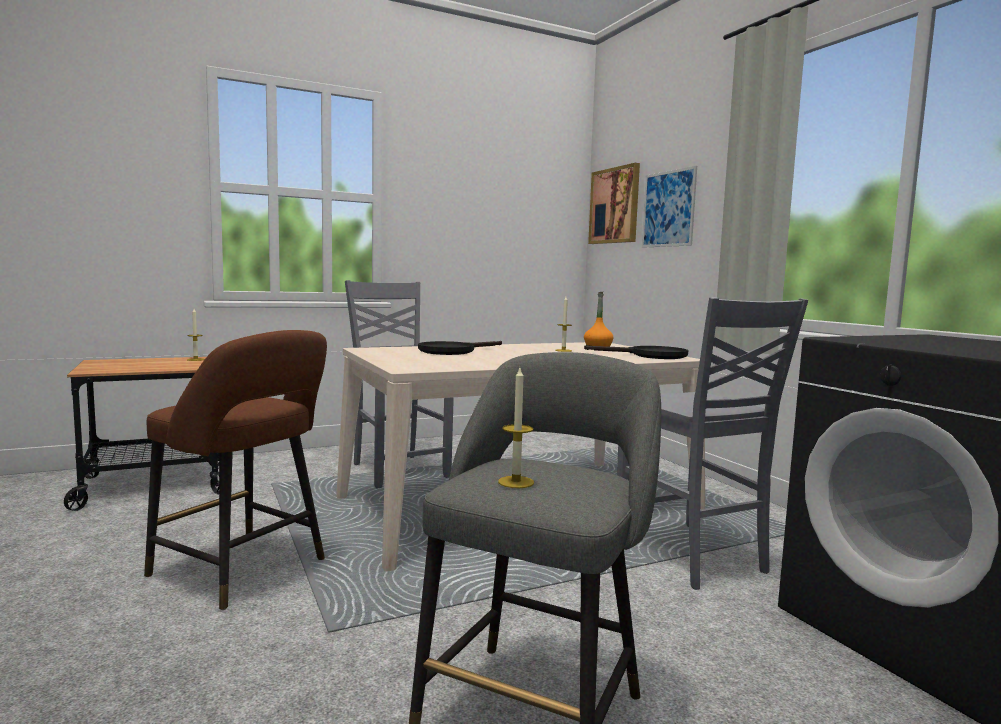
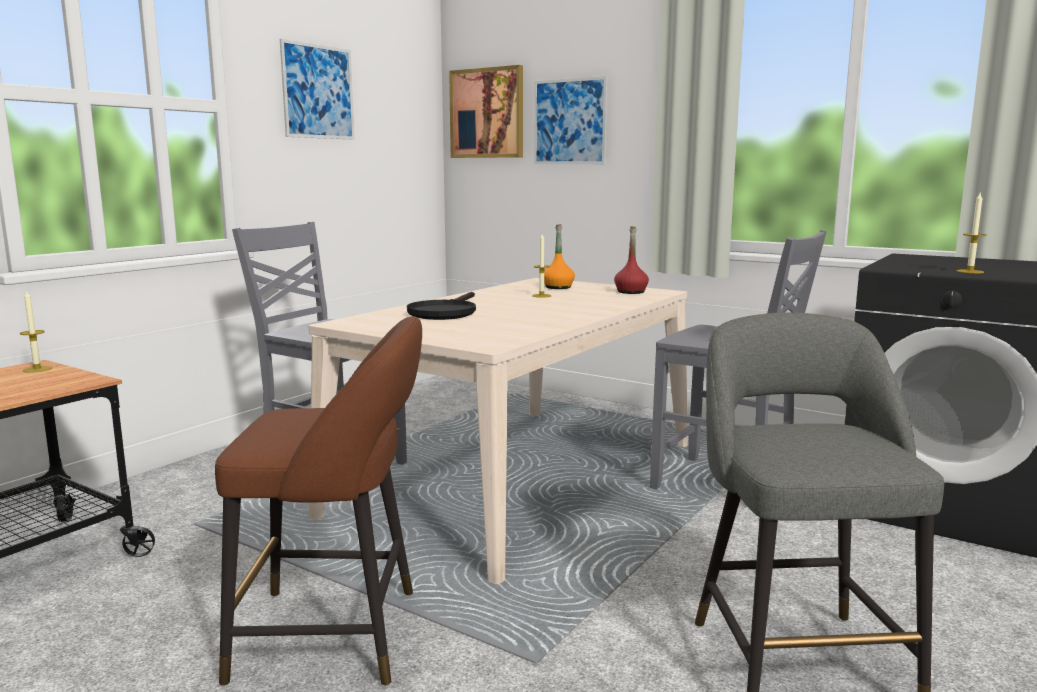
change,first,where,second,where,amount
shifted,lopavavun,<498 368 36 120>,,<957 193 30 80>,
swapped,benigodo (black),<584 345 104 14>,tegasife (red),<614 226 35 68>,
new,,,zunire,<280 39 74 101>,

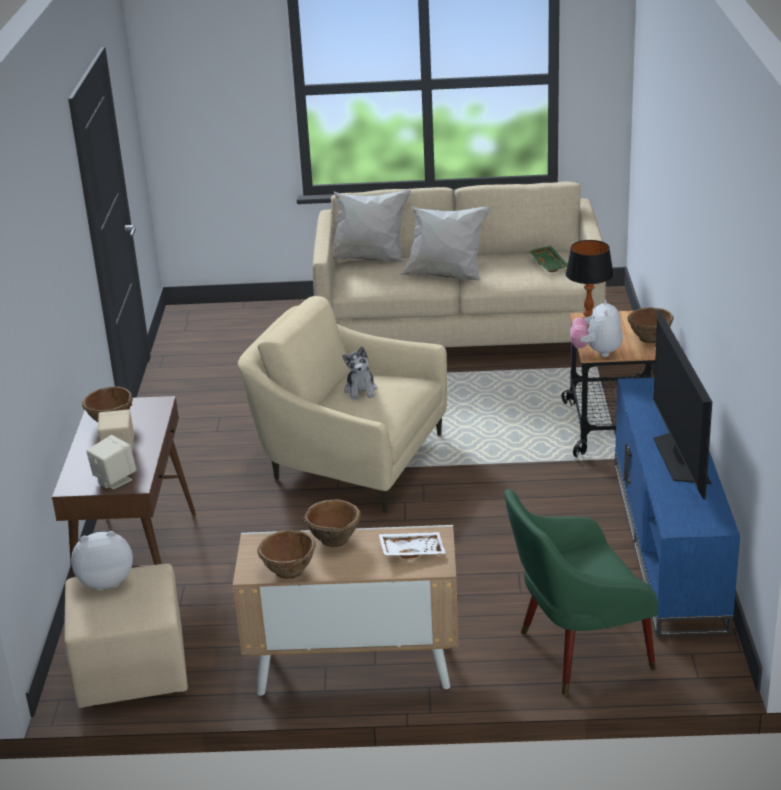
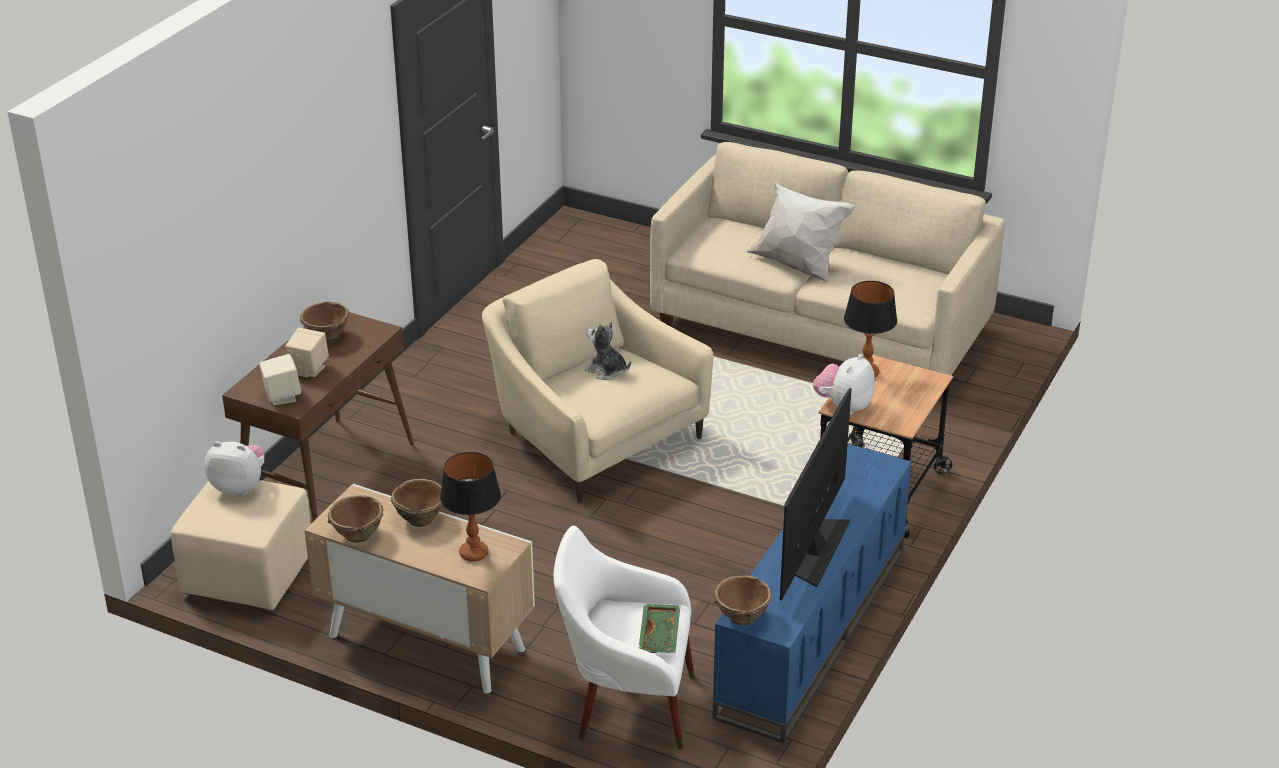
change,first,where,second,where,amount
gone,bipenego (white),<333 190 78 72>,,,
rotated,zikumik,<342 346 35 54>,,<584 321 47 59>,105 degrees clockwise
swapped,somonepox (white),<379 532 67 27>,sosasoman,<440 452 61 110>,
repainted,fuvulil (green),<504 489 154 207>,fuvulil (white),<553 526 142 223>,
shifted,somonepox (green),<529 246 39 26>,,<639 604 42 49>,
shifted,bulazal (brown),<628 307 46 36>,,<714 575 58 51>,

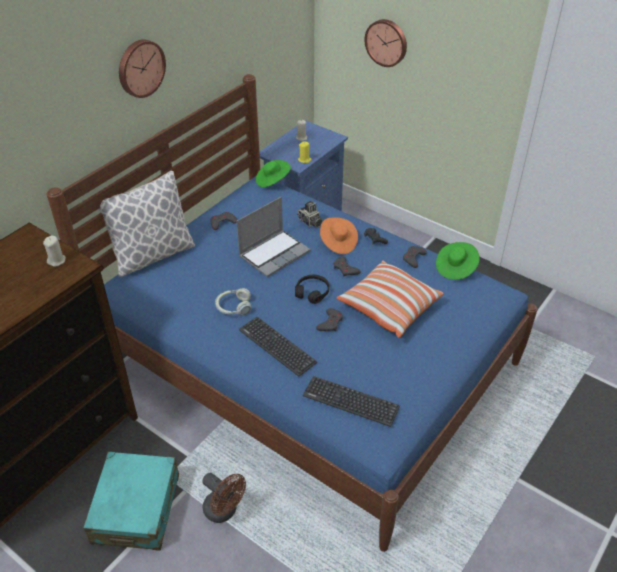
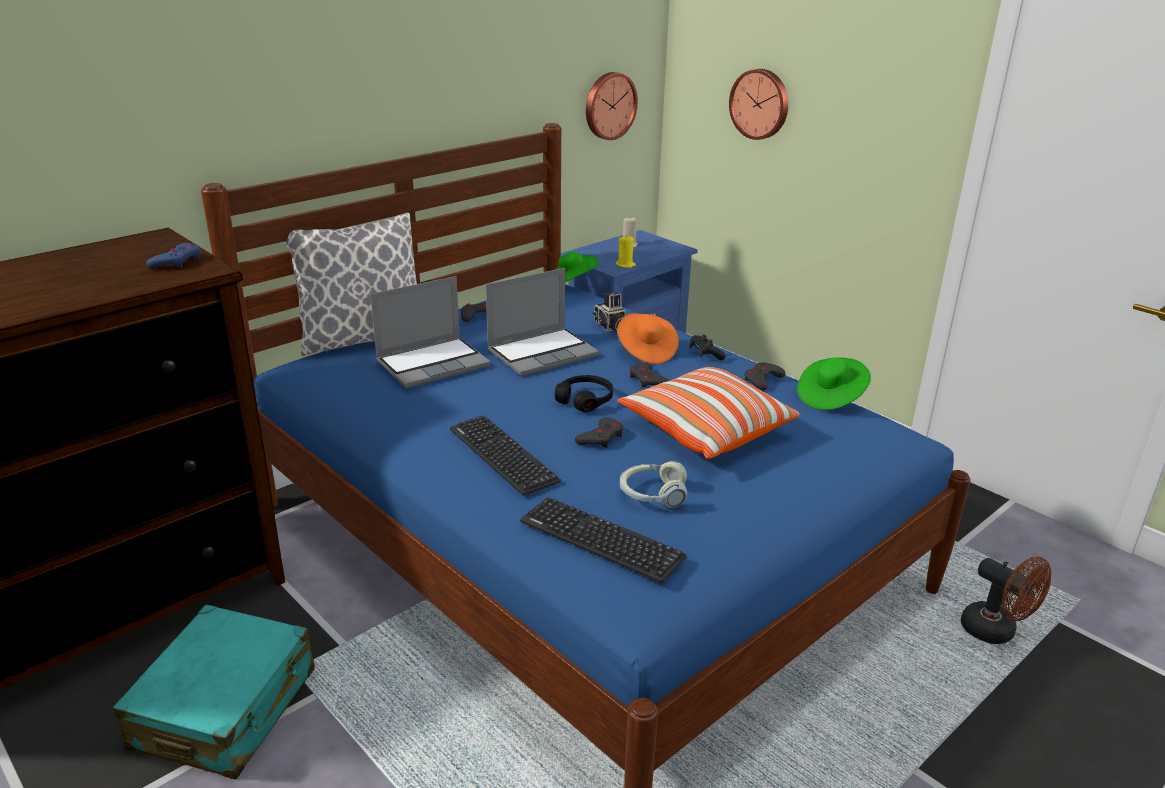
change,first,where,second,where,amount
swapped,lopavavun (beige),<43 235 23 32>,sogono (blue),<146 243 54 25>,
shifted,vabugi,<119 39 47 59>,,<586 72 52 68>,
shifted,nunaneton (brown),<202 472 44 51>,,<961 557 90 87>,
shifted,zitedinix,<215 288 36 27>,,<620 461 67 47>,
new,,,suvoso,<370 276 121 112>,

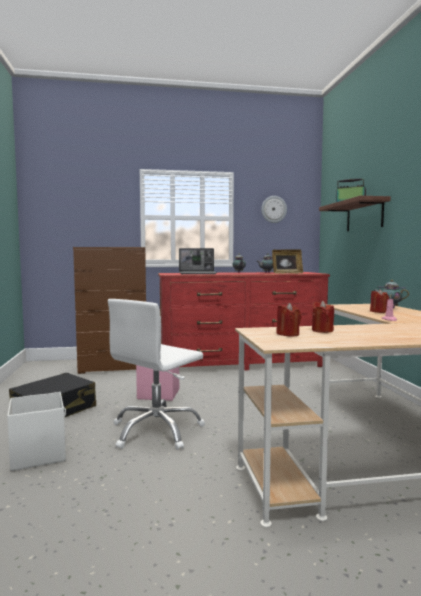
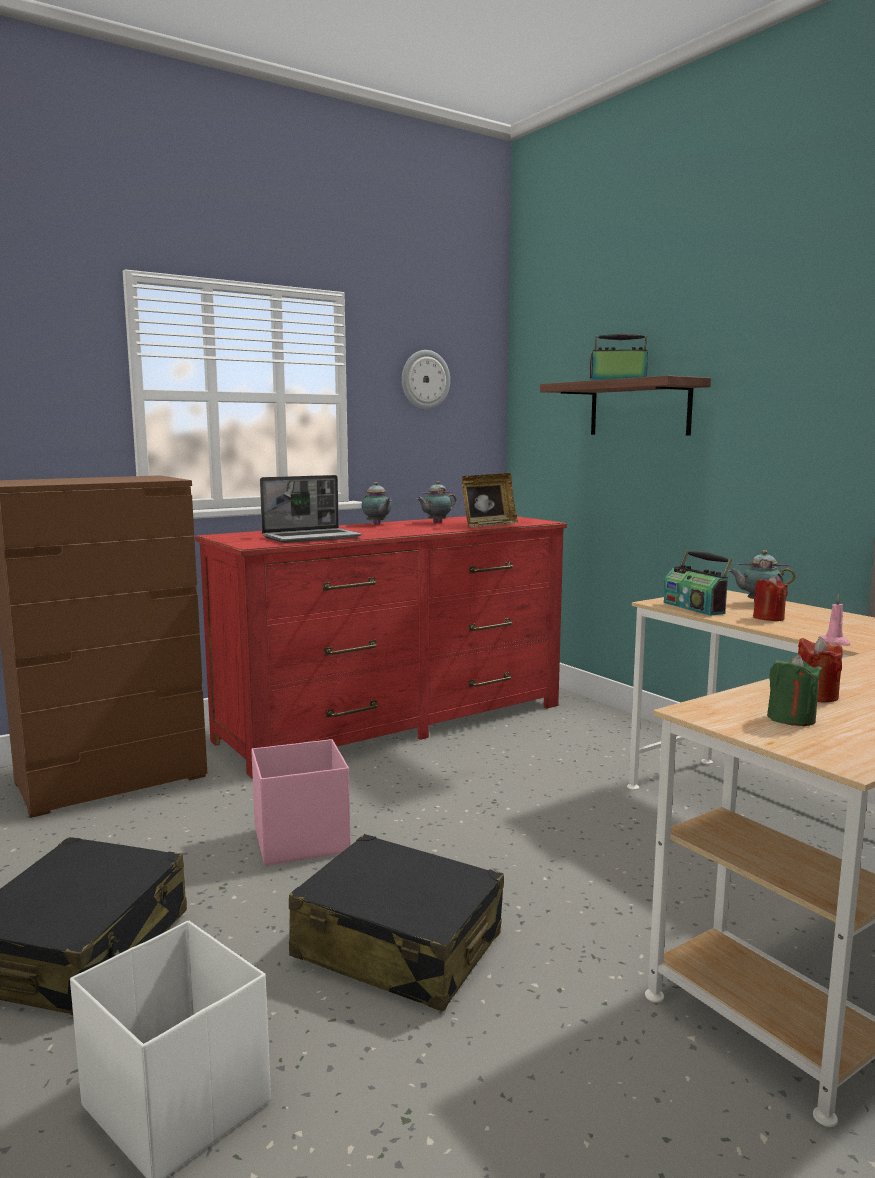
change,first,where,second,where,amount
swapped,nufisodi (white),<108 299 97 151>,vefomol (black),<289 834 215 178>,
repainted,lopavavun (red),<276 303 25 34>,lopavavun (green),<767 655 55 71>,
new,,,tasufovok,<664 551 68 65>,

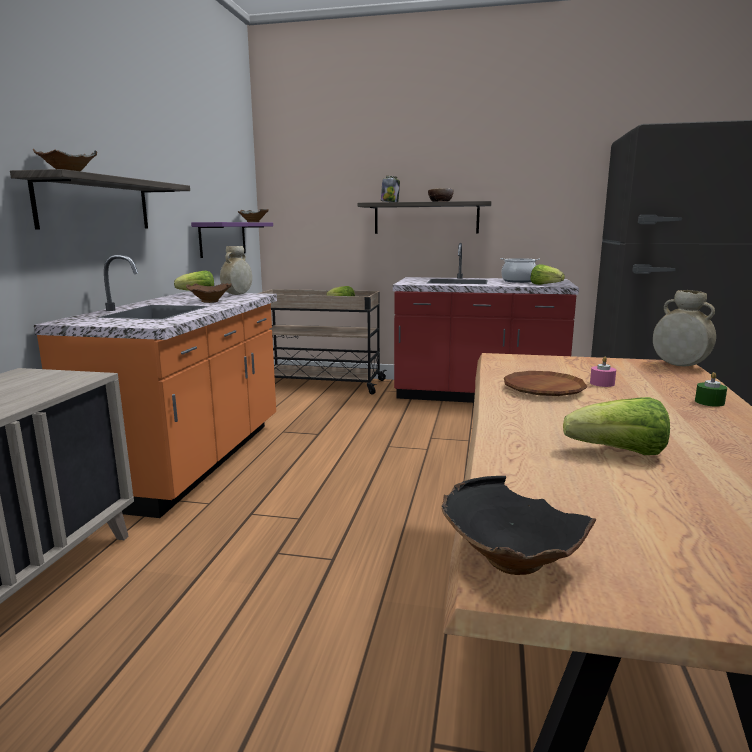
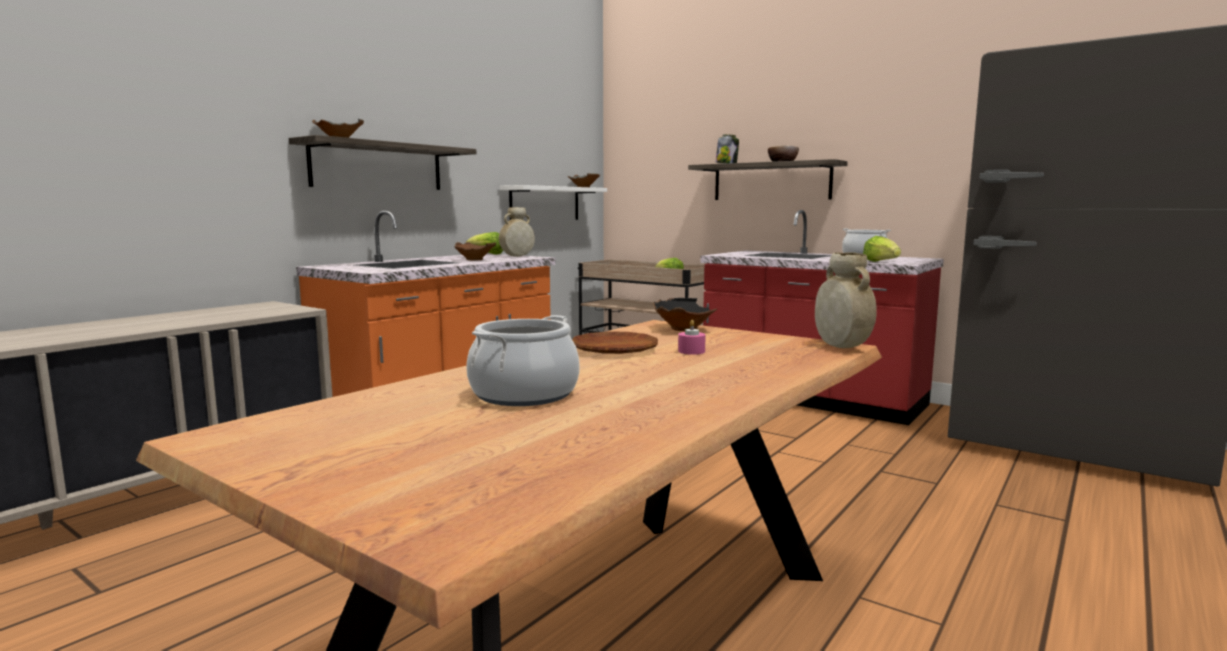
change,first,where,second,where,amount
repainted,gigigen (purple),<191 222 82 36>,gigigen (white),<500 185 107 35>,
shifted,bulazal (black),<441 476 155 99>,,<654 298 63 33>,
swapped,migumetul,<563 397 107 58>,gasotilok,<466 315 114 91>,
gone,lopavavun (green),<695 372 32 35>,,,

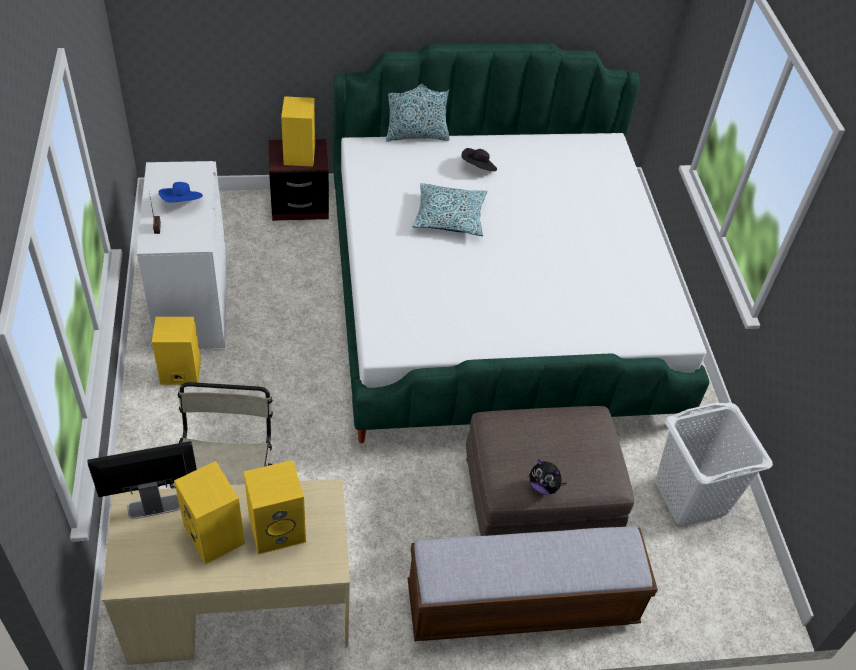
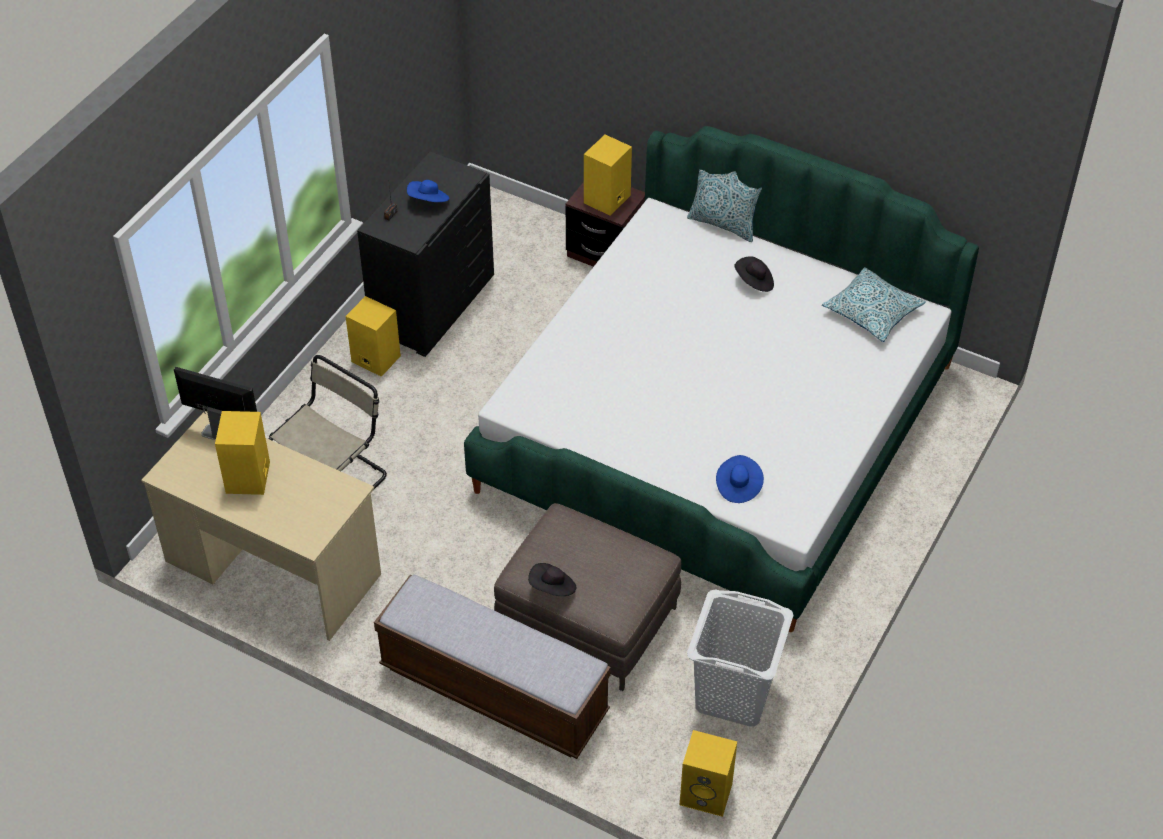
change,first,where,second,where,amount
repainted,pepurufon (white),<137 161 90 190>,pepurufon (black),<357 151 137 206>,
shifted,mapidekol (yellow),<243 460 63 95>,,<680 730 57 87>,
shifted,bipenego,<412 183 76 53>,,<822 267 104 75>,
swapped,zikumik,<529 459 37 36>,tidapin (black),<528 563 48 33>,
new,,,tidapin (blue),<716 455 48 48>,

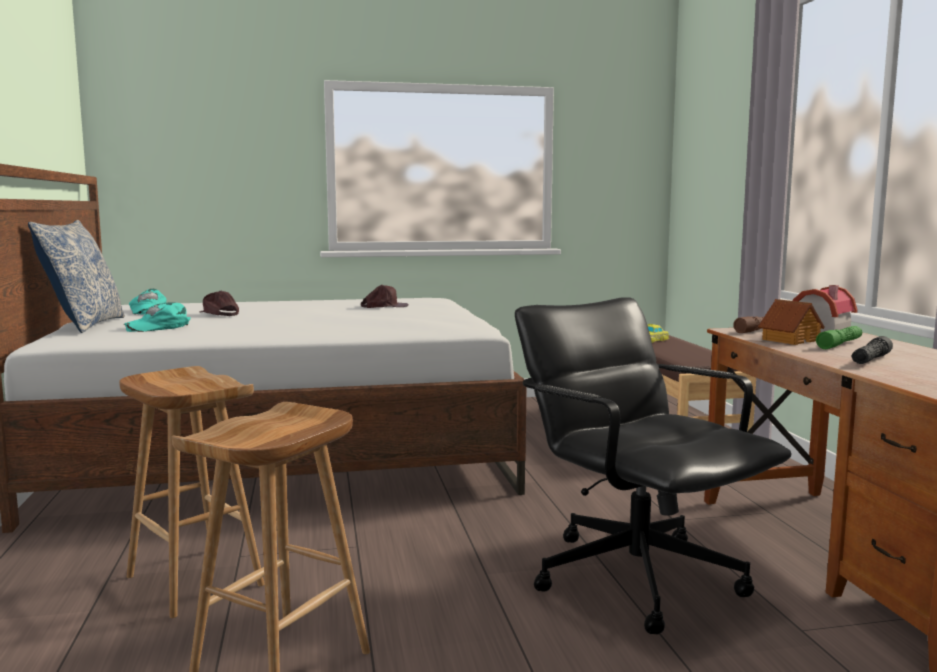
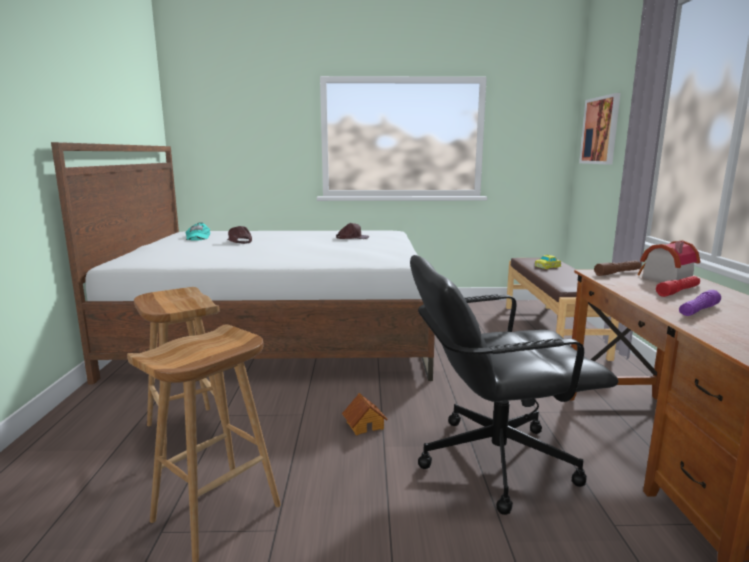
change,first,where,second,where,amount
gone,bipenego,<28 220 97 113>,,,
gone,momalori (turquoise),<124 302 67 30>,,,
rotated,nufisodi (black),<515 297 277 337>,,<410 255 208 260>,75 degrees counterclockwise
shifted,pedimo,<758 299 67 46>,,<342 393 46 42>,
repainted,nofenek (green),<816 326 46 23>,nofenek (red),<656 276 44 21>,
repainted,nofenek (black),<852 336 41 28>,nofenek (purple),<679 290 42 26>,
new,,,zunire,<579 93 42 72>,

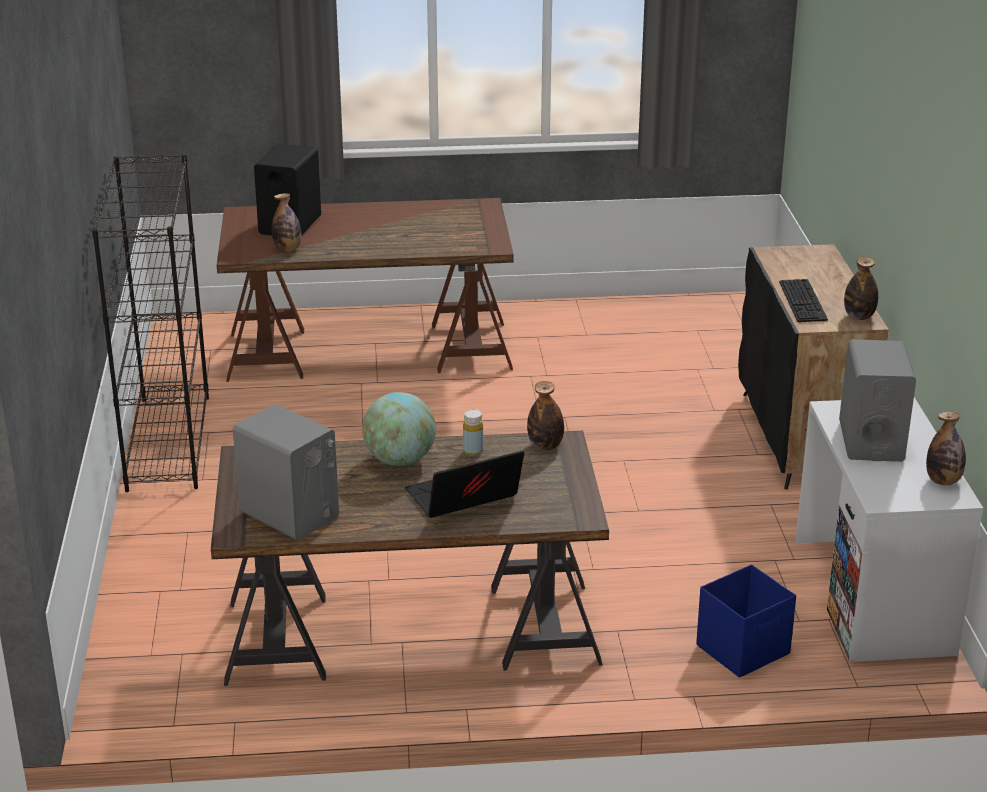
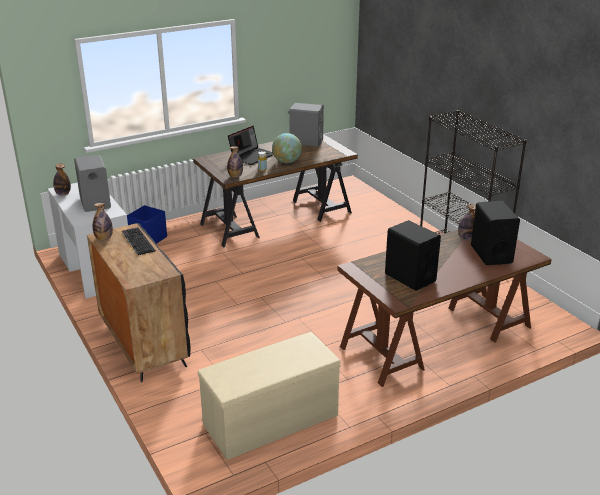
change,first,where,second,where,amount
new,,,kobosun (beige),<198 332 142 128>,
new,,,mapidekol (black),<385 220 56 71>,

